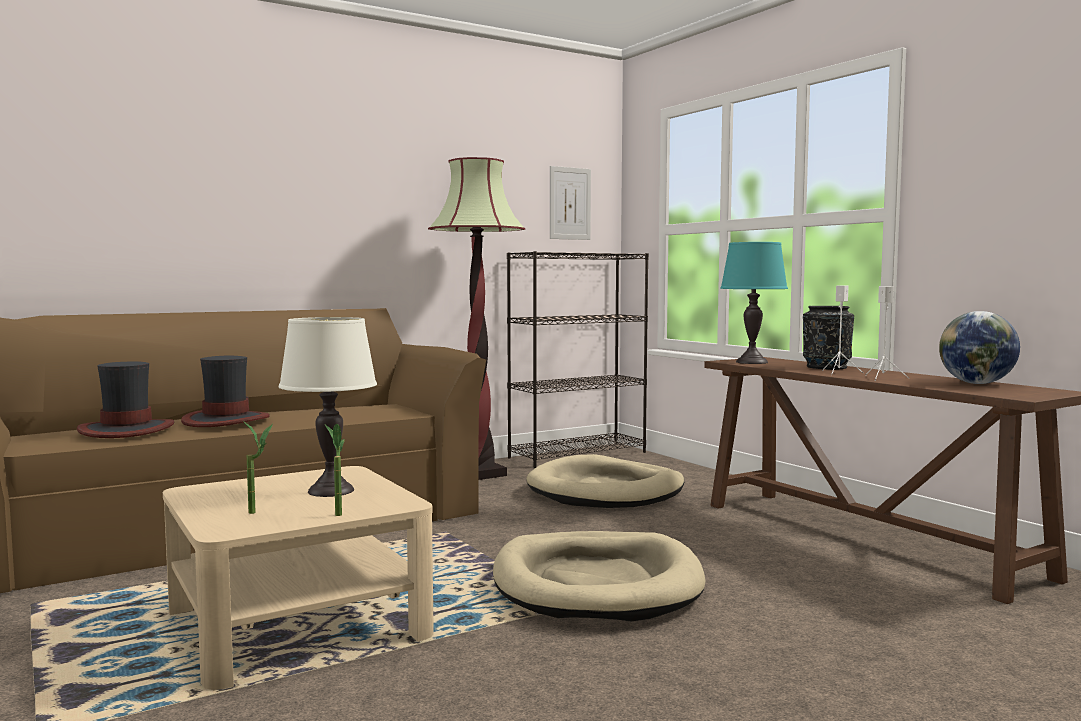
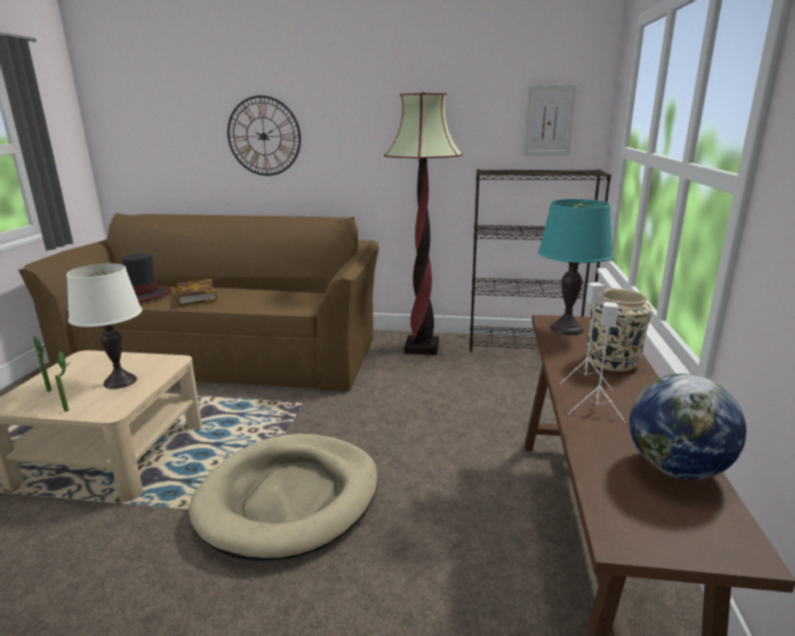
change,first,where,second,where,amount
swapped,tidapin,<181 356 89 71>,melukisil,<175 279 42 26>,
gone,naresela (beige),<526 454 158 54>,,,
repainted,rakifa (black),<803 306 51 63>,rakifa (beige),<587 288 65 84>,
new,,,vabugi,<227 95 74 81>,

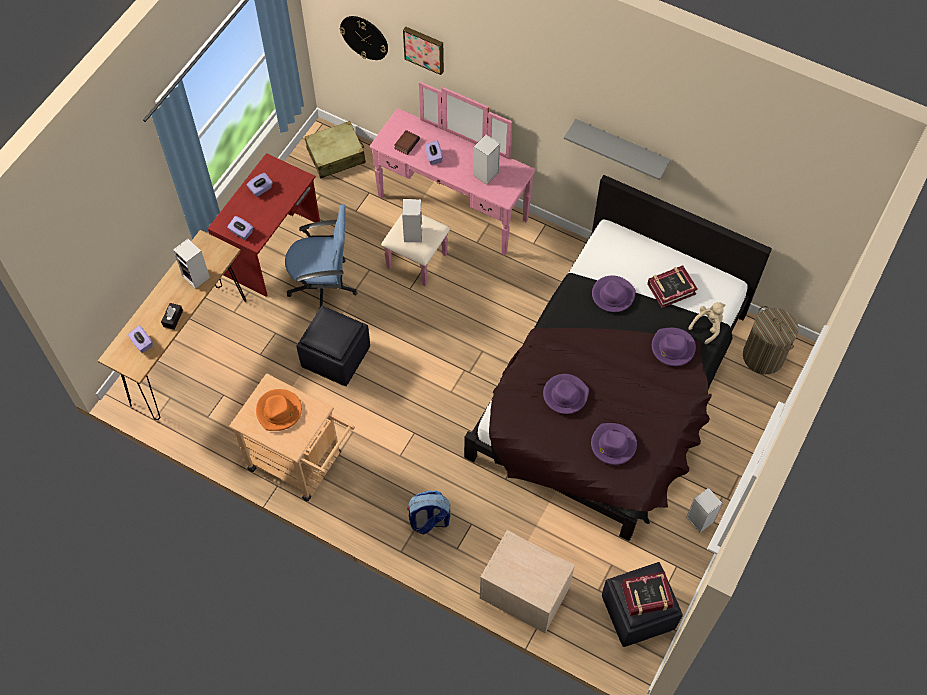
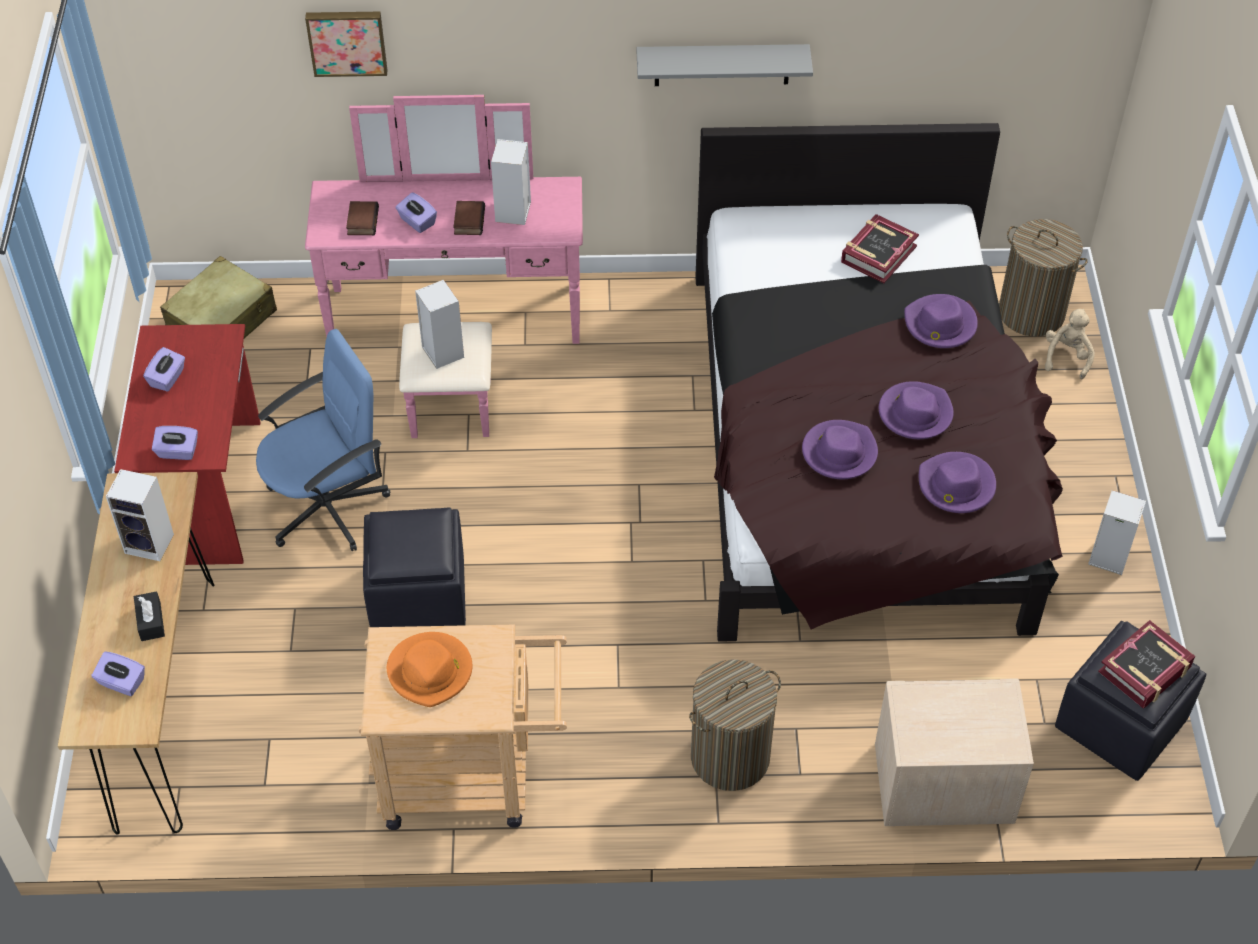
change,first,where,second,where,amount
gone,vabugi,<340 16 48 44>,,,
swapped,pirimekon,<407 490 43 45>,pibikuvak,<689 660 92 131>,
shifted,tidapin (purple),<592 275 44 37>,,<879 381 75 58>,
shifted,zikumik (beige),<688 302 37 42>,,<1045 309 50 70>,
new,,,melukisil,<453 201 32 34>,

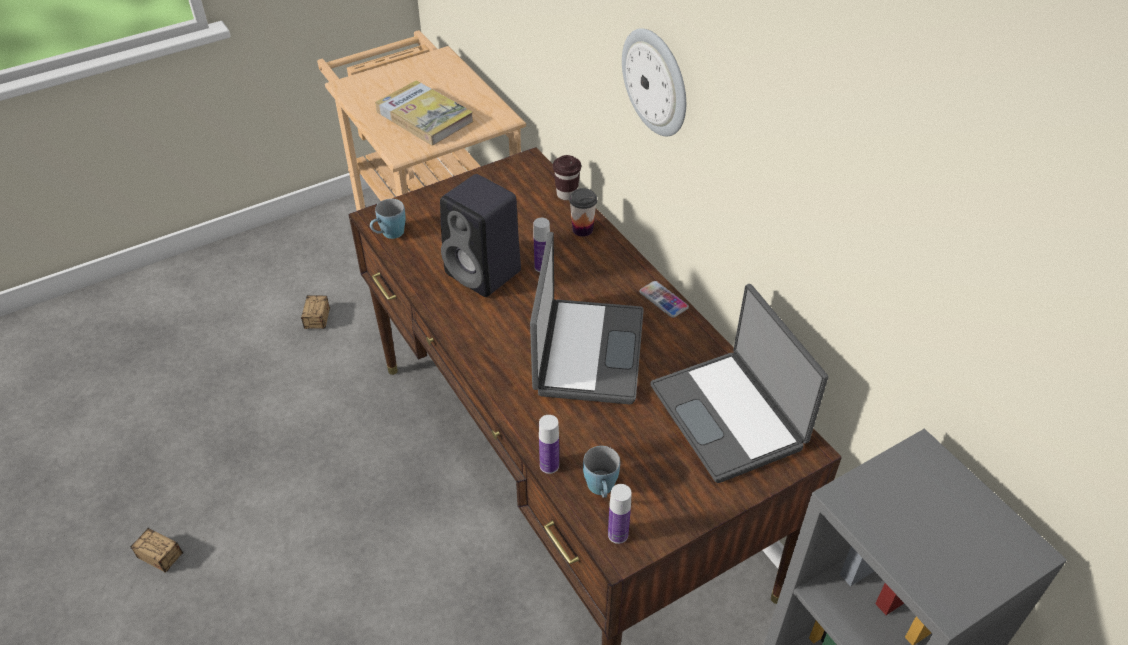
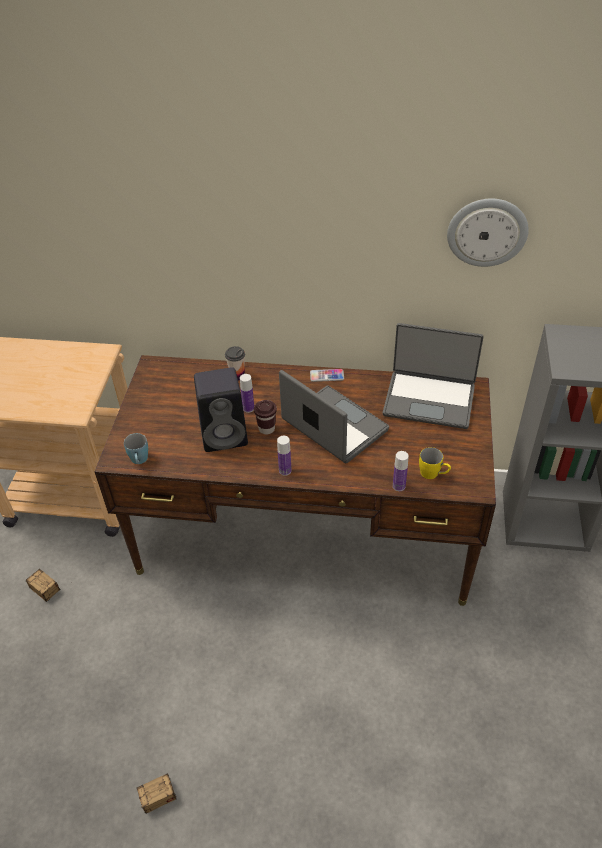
change,first,where,second,where,amount
gone,melukisil,<375 80 99 66>,,,
shifted,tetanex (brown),<553 155 28 45>,,<254 400 23 34>,
repainted,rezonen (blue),<583 446 37 52>,rezonen (yellow),<419 447 32 32>,
shifted,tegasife,<608 484 24 60>,,<277 436 15 40>,
shifted,vabugi,<622 28 64 108>,,<447 199 82 68>,

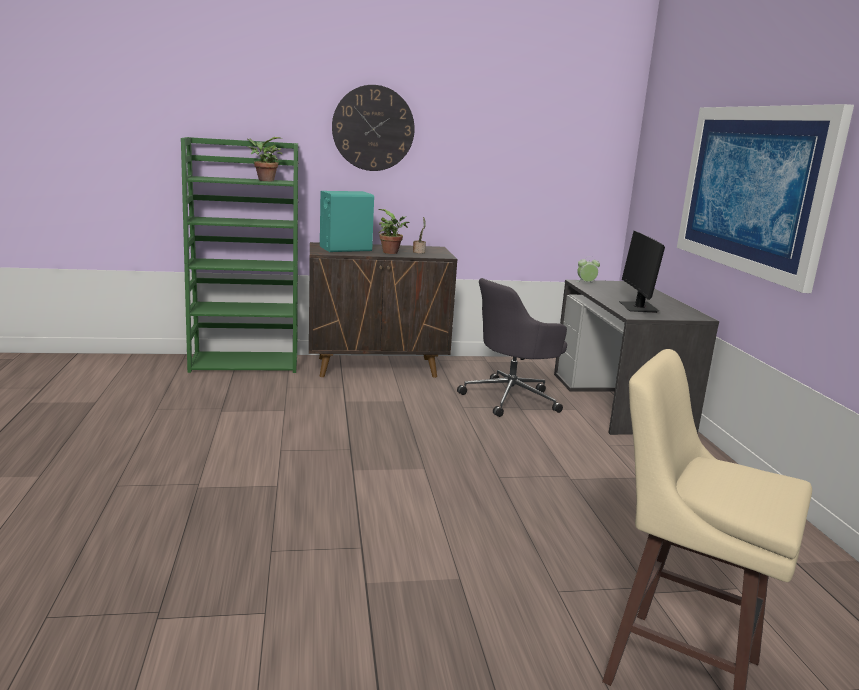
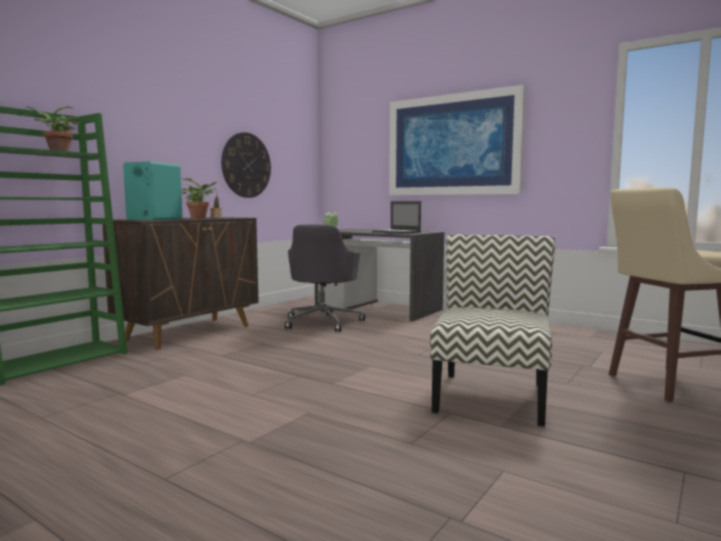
change,first,where,second,where,amount
shifted,vabugi,<332 85 83 86>,,<221 132 50 66>,
swapped,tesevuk,<619 231 46 82>,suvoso,<372 201 49 33>,
new,,,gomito,<430 234 125 193>,

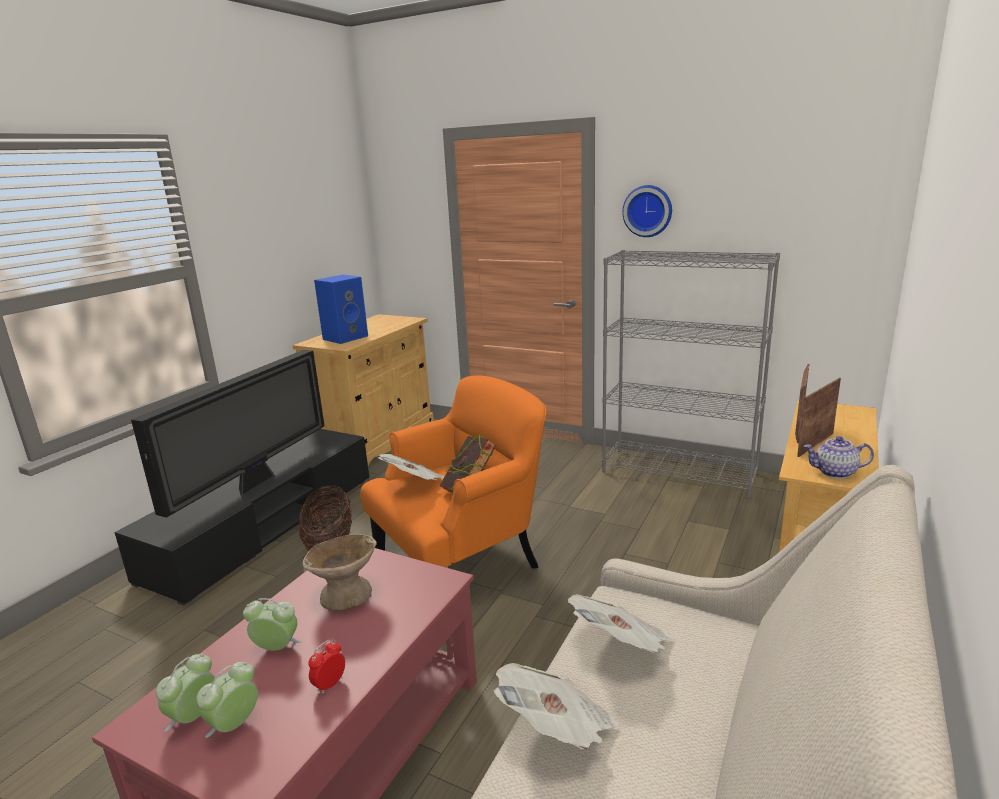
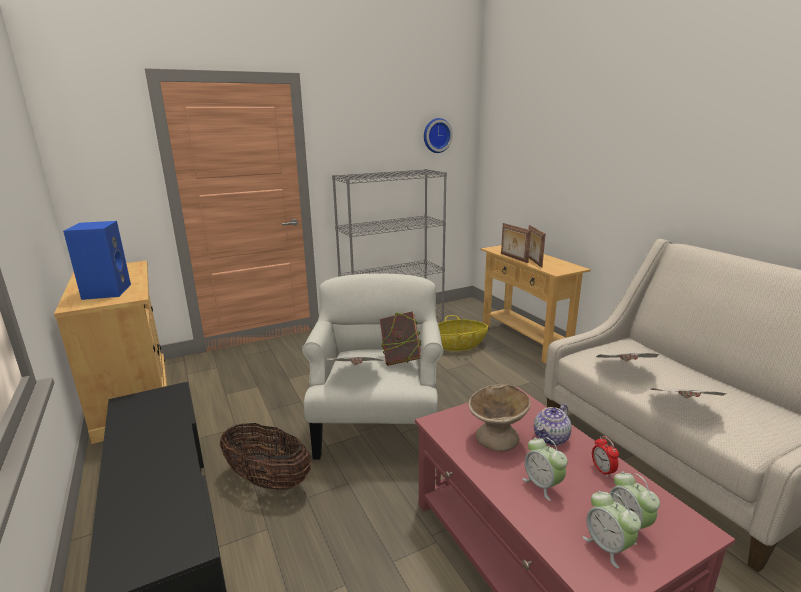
change,first,where,second,where,amount
gone,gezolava,<131 350 194 168>,,,
rotated,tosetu,<243 598 59 53>,,<522 437 46 64>,75 degrees counterclockwise
repainted,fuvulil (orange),<360 376 187 192>,fuvulil (white),<302 273 142 187>,
shifted,vabugi,<622 185 50 52>,,<424 118 29 35>,
shifted,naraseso,<804 436 70 43>,,<534 404 38 42>,
new,,,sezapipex,<438 315 50 36>,

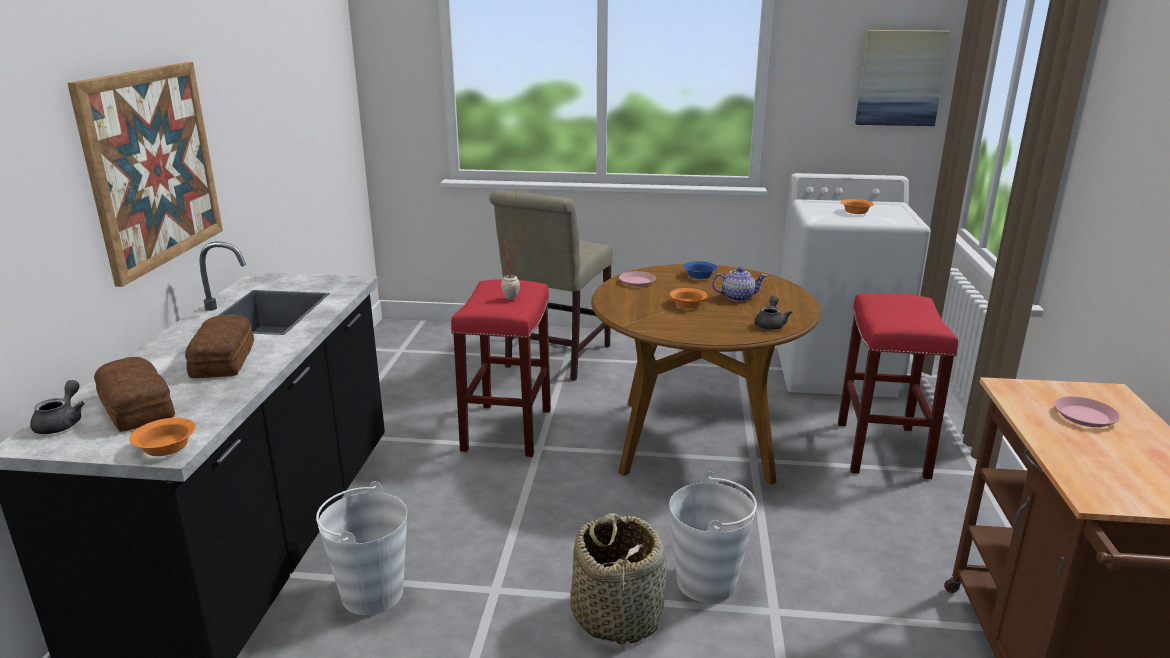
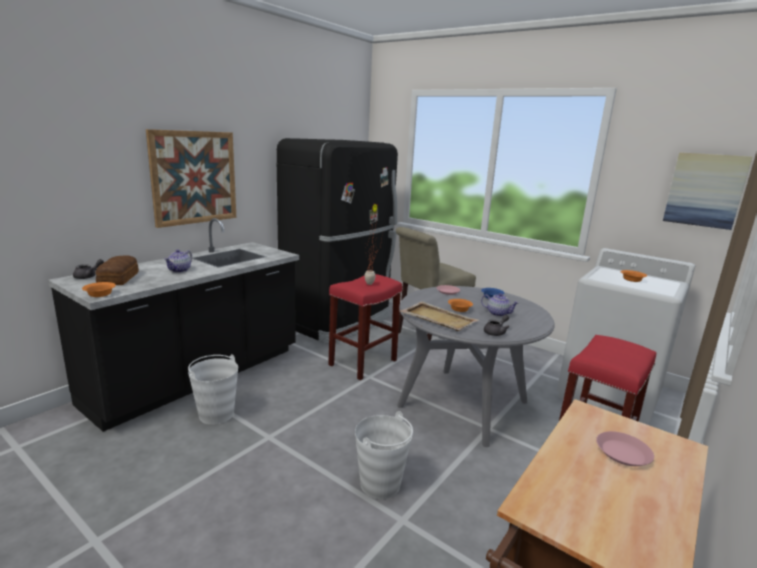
change,first,where,second,where,amount
swapped,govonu,<185 314 69 64>,naraseso,<164 250 28 23>,
gone,sezapipex,<570 513 97 132>,,,
repainted,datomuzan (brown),<591 264 230 221>,datomuzan (grey),<397 286 158 161>,
new,,,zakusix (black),<277 138 121 206>,
new,,,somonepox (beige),<400 301 78 30>,

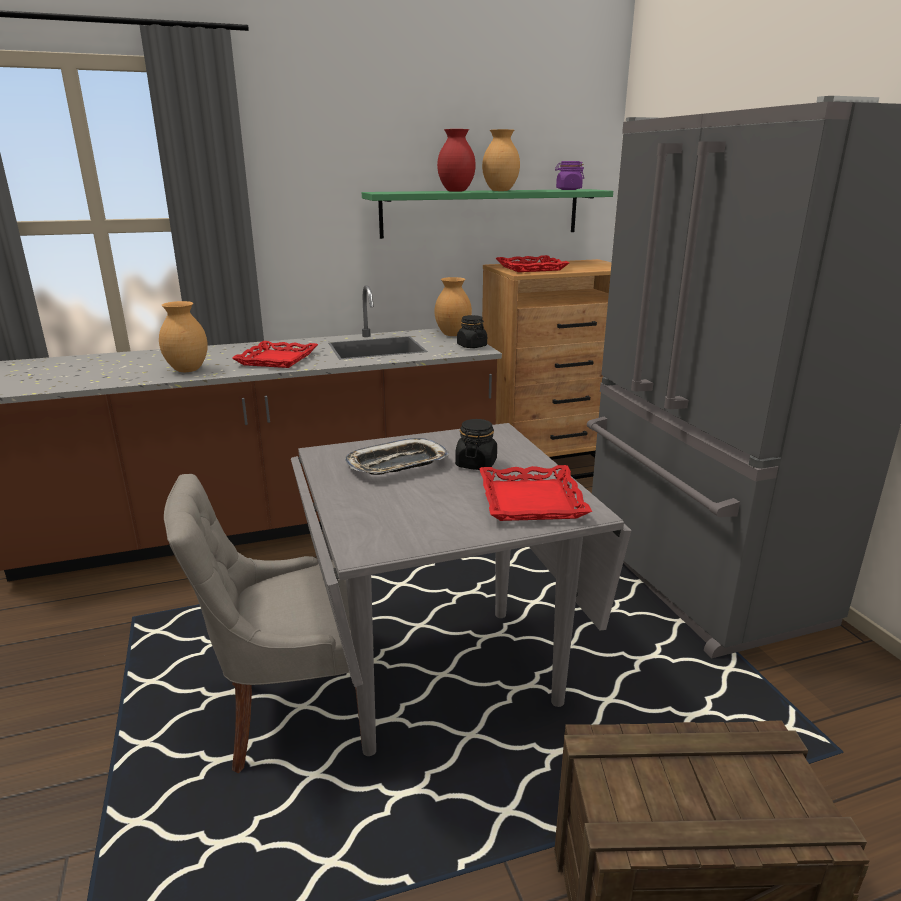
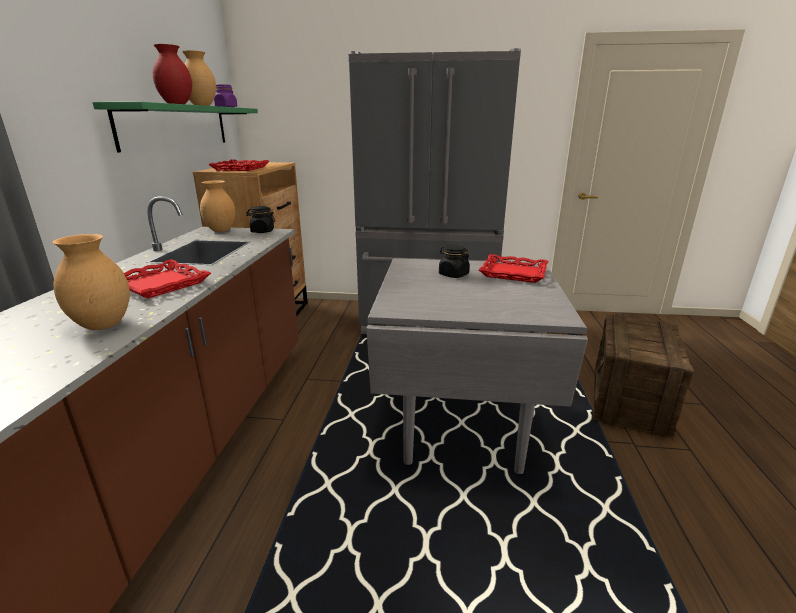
change,first,where,second,where,amount
gone,gomito (grey),<164 474 198 299>,,,
gone,somonepox,<345 438 104 37>,,,

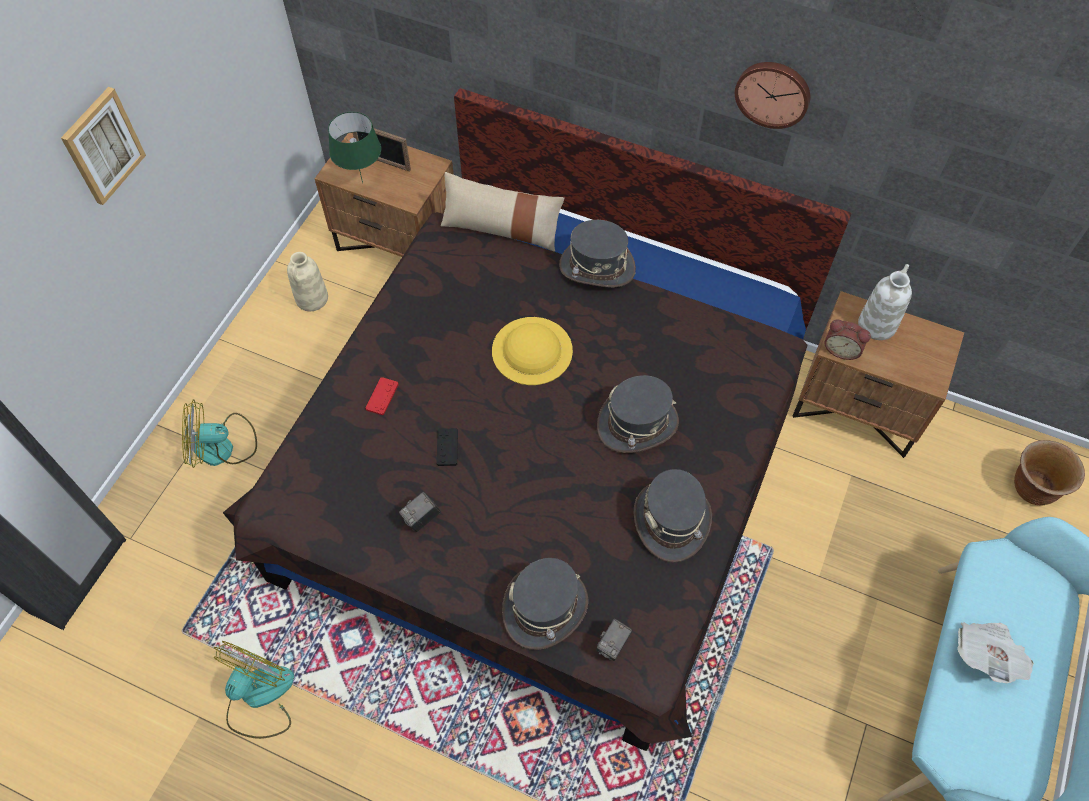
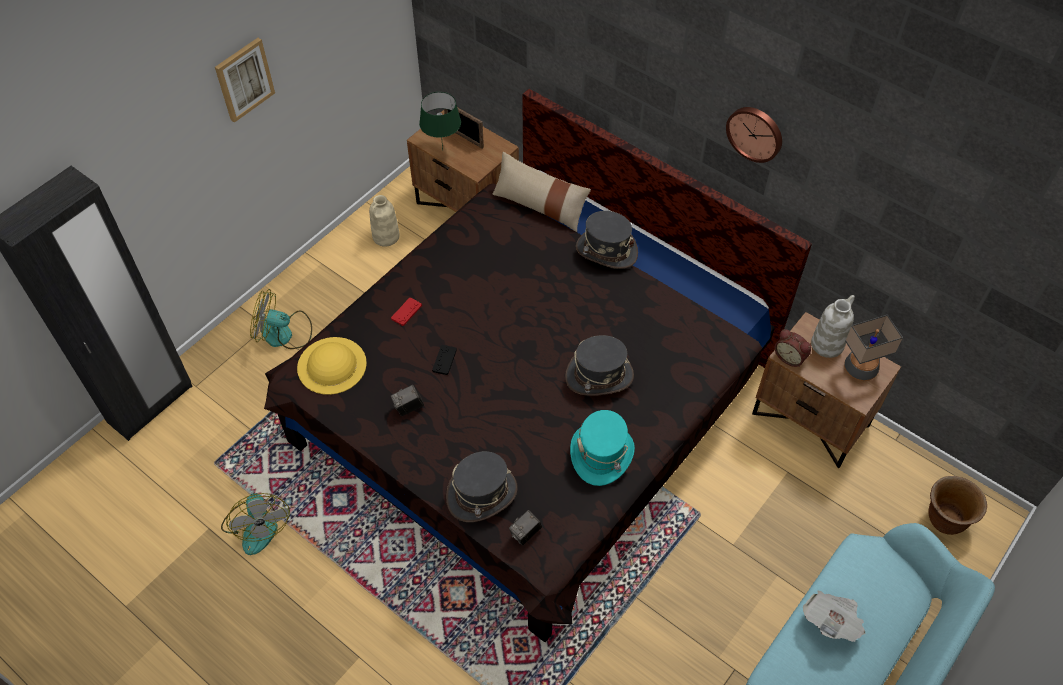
change,first,where,second,where,amount
rotated,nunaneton,<214 641 80 98>,,<221 493 69 62>,120 degrees clockwise
shifted,tidapin (yellow),<492 317 81 68>,,<297 337 70 58>,
repainted,tidapin (grey),<634 469 78 94>,tidapin (turquoise),<570 410 65 76>,
new,,,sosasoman,<844 315 59 66>,

